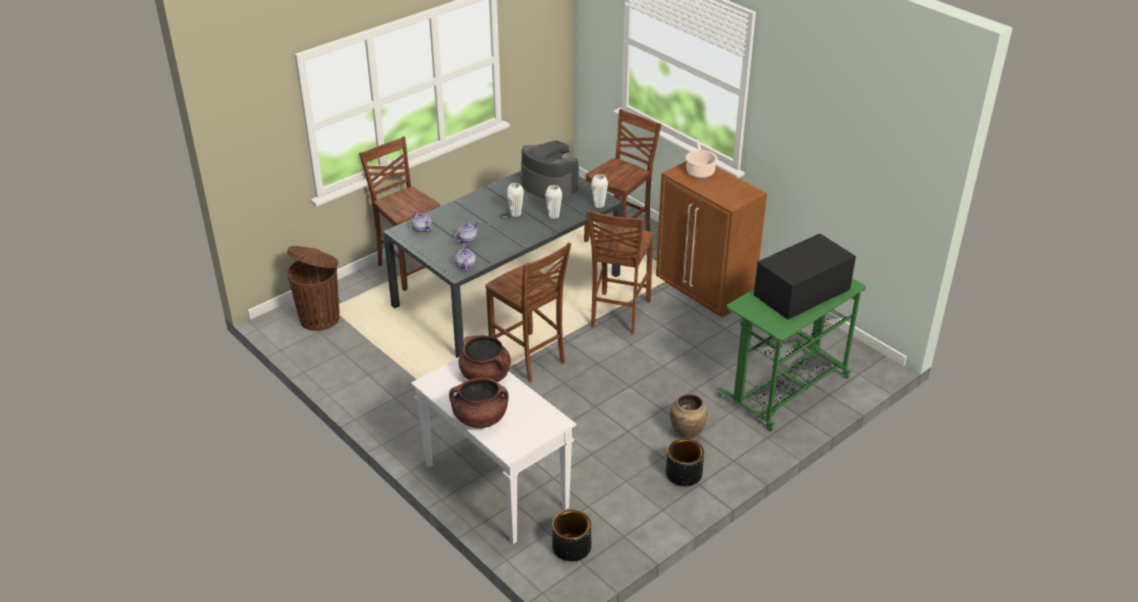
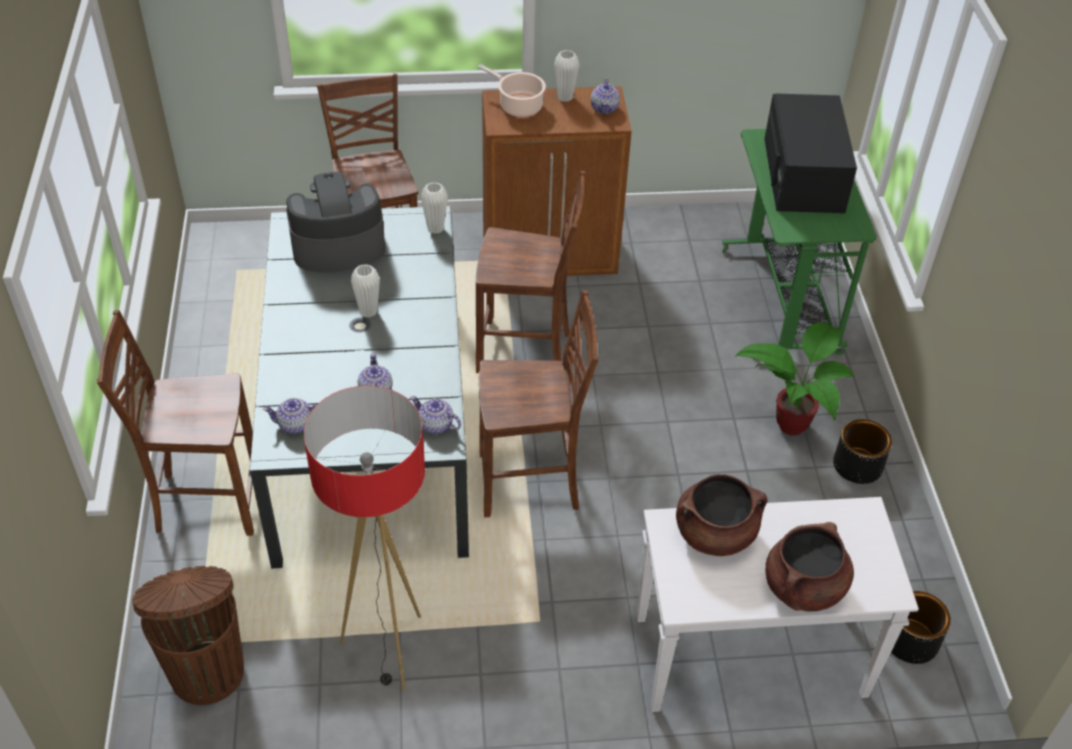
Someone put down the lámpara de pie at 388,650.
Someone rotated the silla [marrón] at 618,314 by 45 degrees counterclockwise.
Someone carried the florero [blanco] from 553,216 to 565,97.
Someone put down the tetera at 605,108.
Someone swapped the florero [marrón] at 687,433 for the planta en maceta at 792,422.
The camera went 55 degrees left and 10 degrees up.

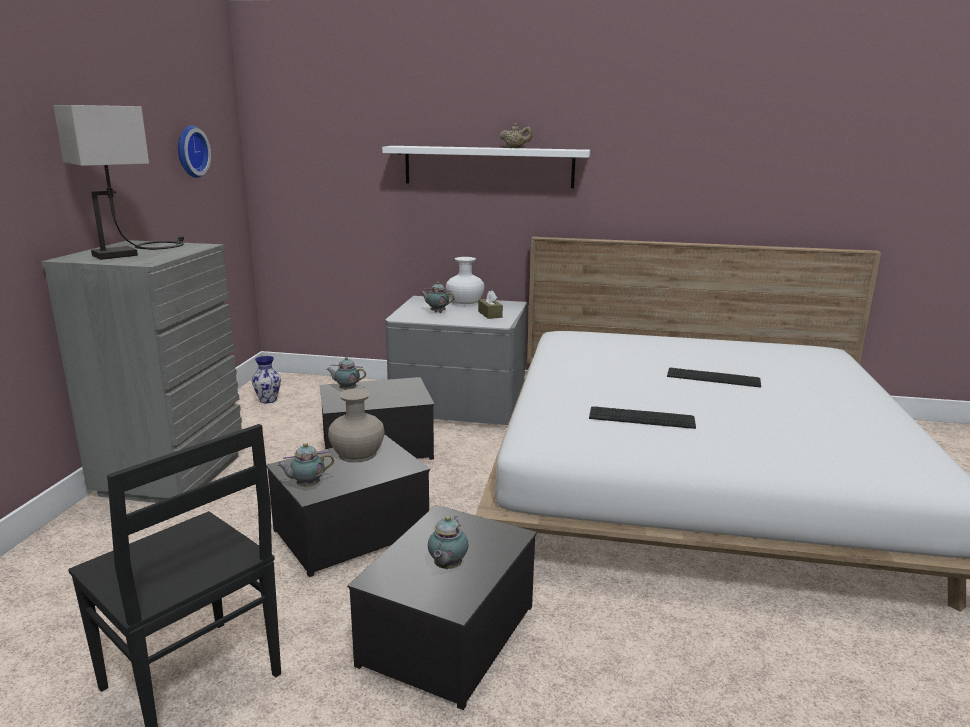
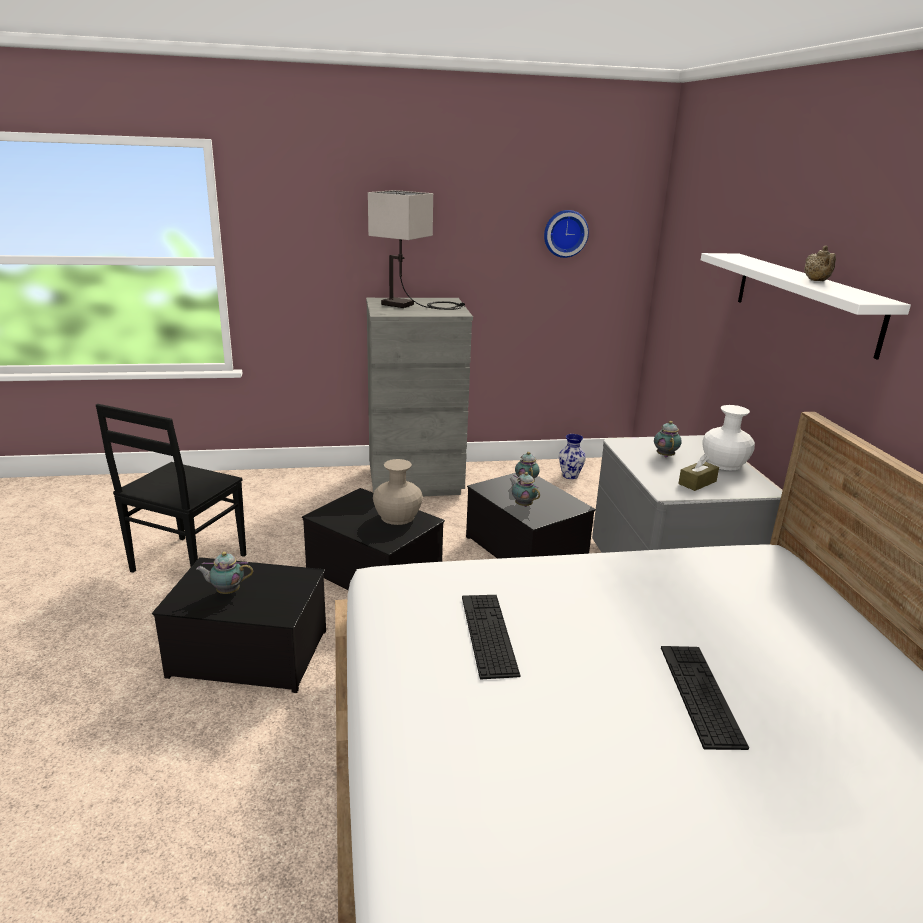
Someone carried the tetera from 306,486 to 522,505.
The camera went 70 degrees right and 5 degrees up.

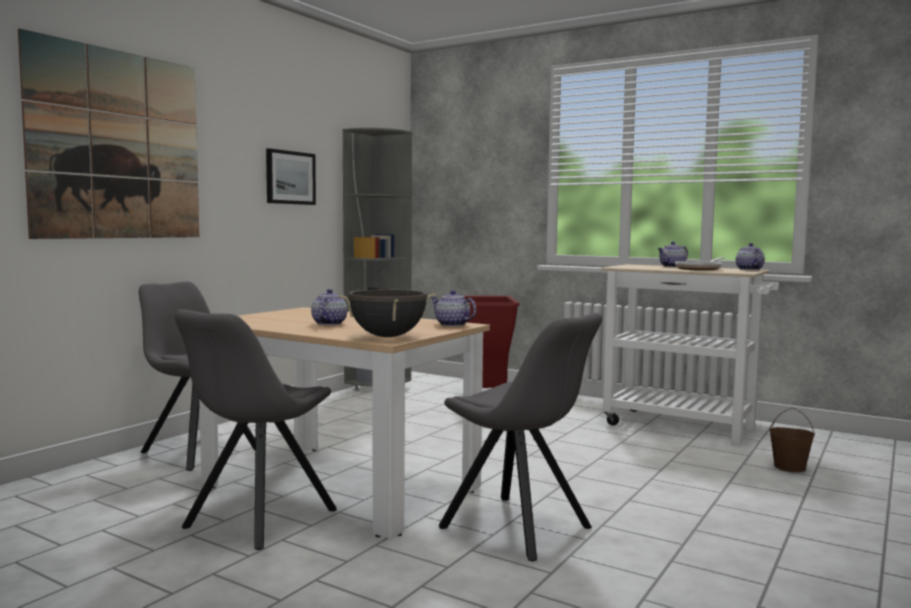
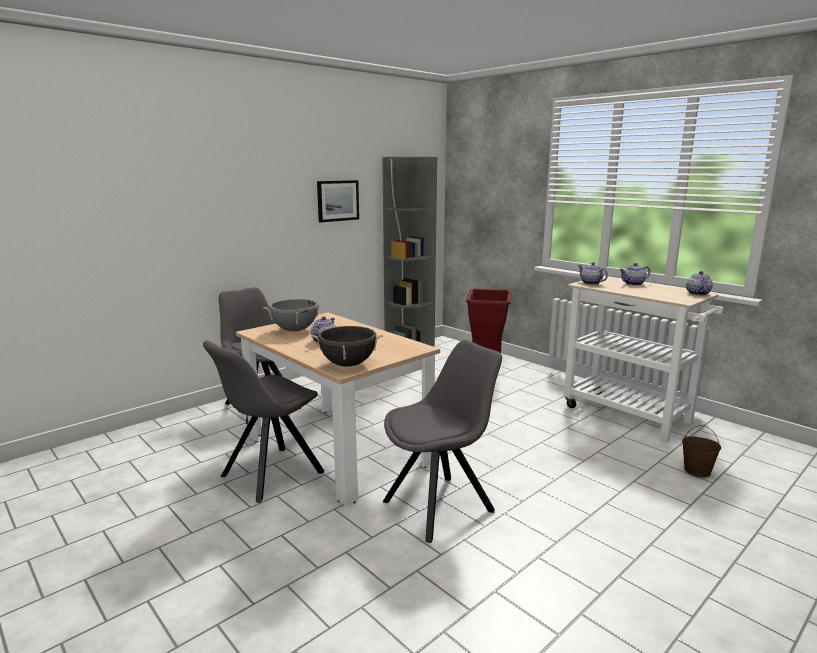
Someone put down the olla [gris] at 295,330.
Someone rotated the silla [gris] at 517,527 by 90 degrees counterclockwise.
Someone carried the tetera from 451,324 to 590,283.
Someone took away the cuadro at 117,145.
Someone took away the sartén at 700,269.
The camera went 15 degrees right and 10 degrees up.

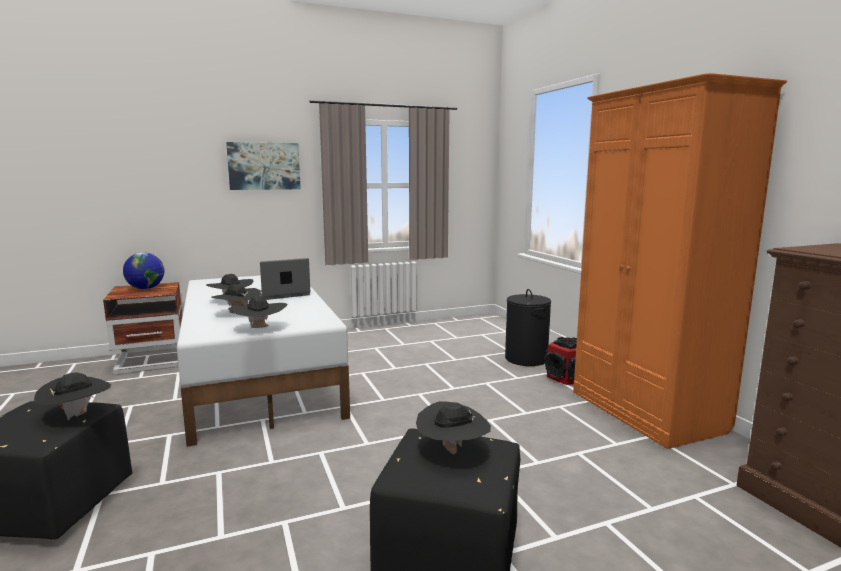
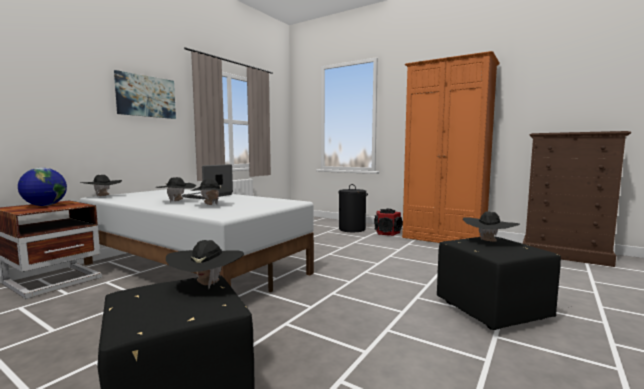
Someone carried the sombrero [negro] from 259,329 to 102,196.
The camera went 35 degrees left and 5 degrees down.

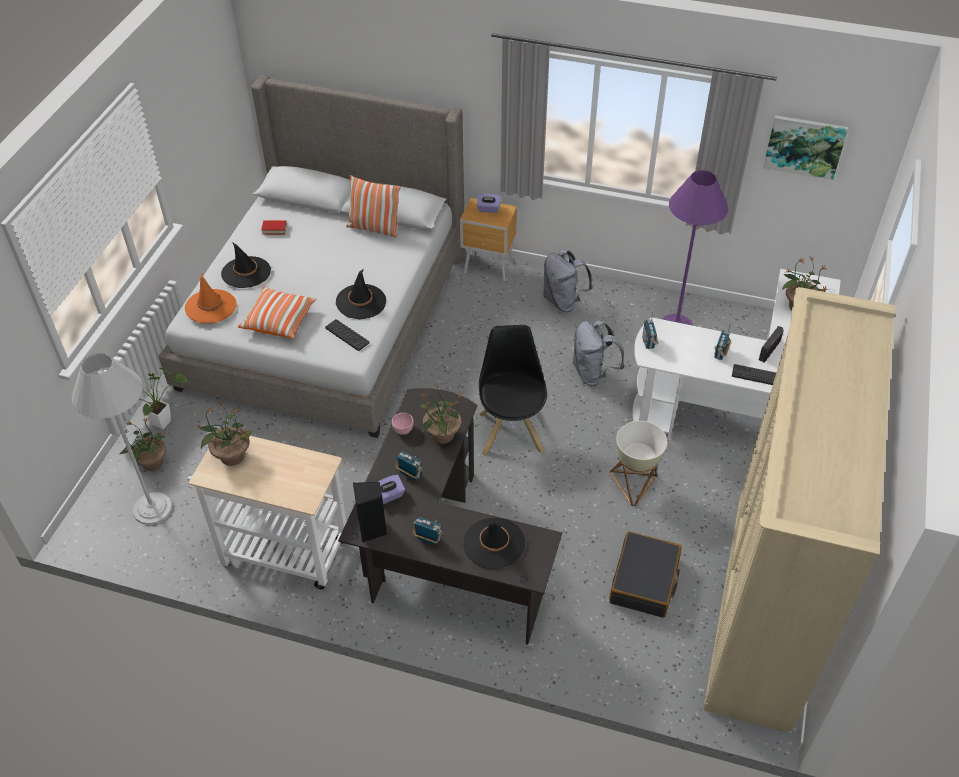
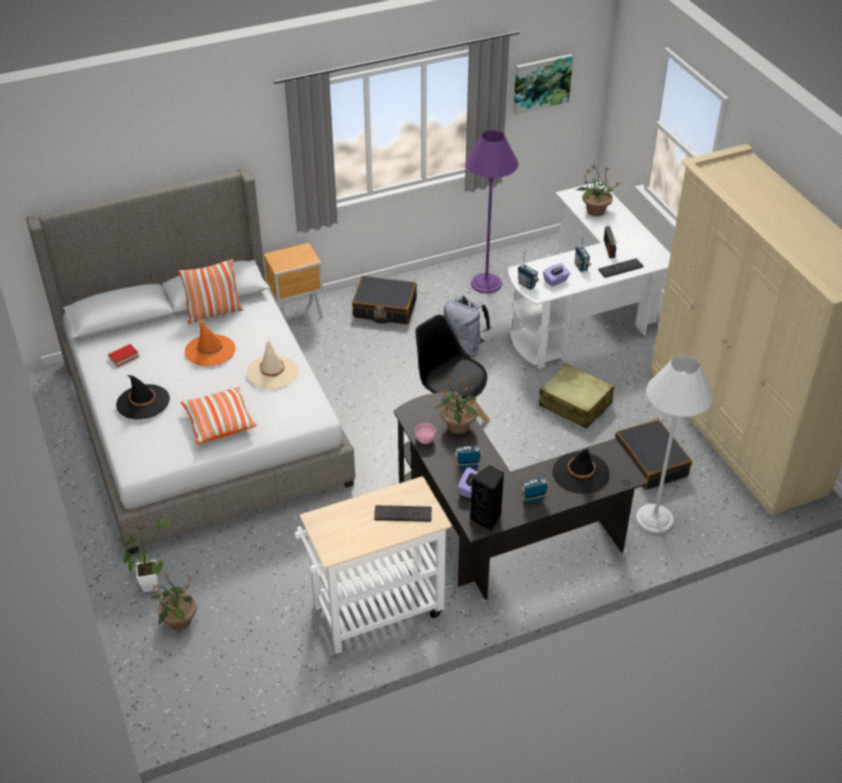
Someone carried the sombrero [naranja] from 211,306 to 210,350.
Someone repainted the sombrero [negro] at 361,302, which became the sombrero [beis] at 272,372.
Someone swapped the mochila [gris] at 563,301 for the maleta [negro] at 384,308.
Someone carried the teclado from 347,335 to 403,514.
Someone swapped the maceta at 634,484 for the maleta [beis] at 575,404.
Someone carried the caja de pañuelos [morado] from 488,209 to 555,281.
Someone carried the lámpara de pie [blanco] from 152,509 to 654,519.
Someone took away the planta en maceta at 231,455.
The camera went 40 degrees left and 5 degrees down.

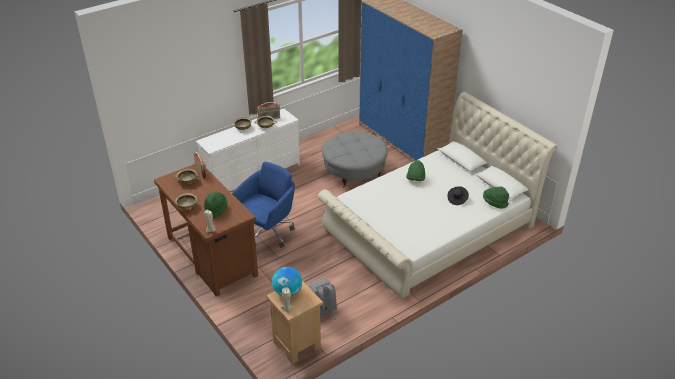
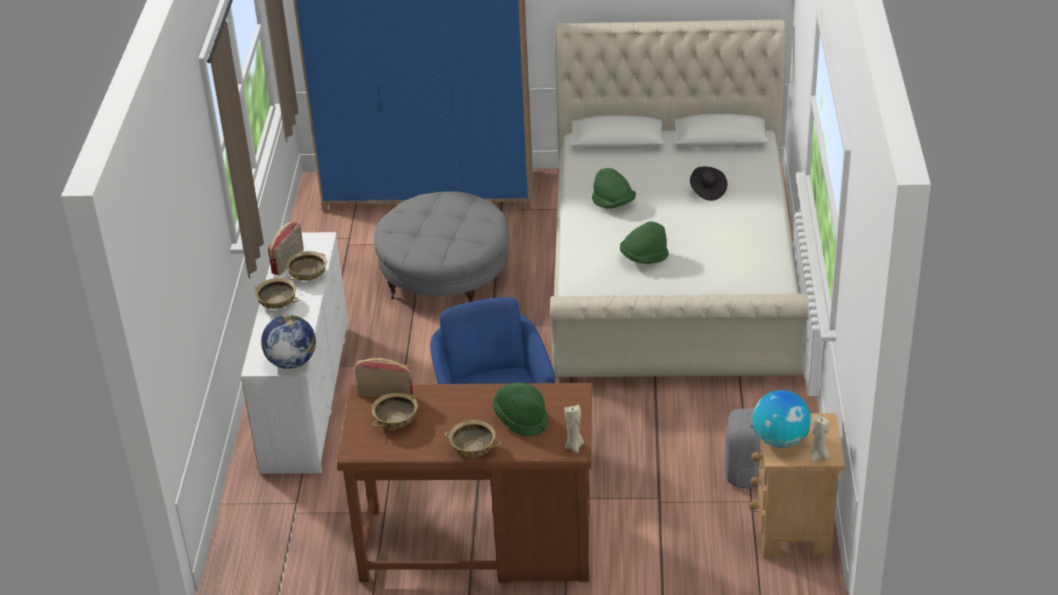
Someone put down the globo terráqueo at 291,362.
Someone carried the sombrero [verde] from 494,202 to 644,257.
The camera went 50 degrees left and 0 degrees up.

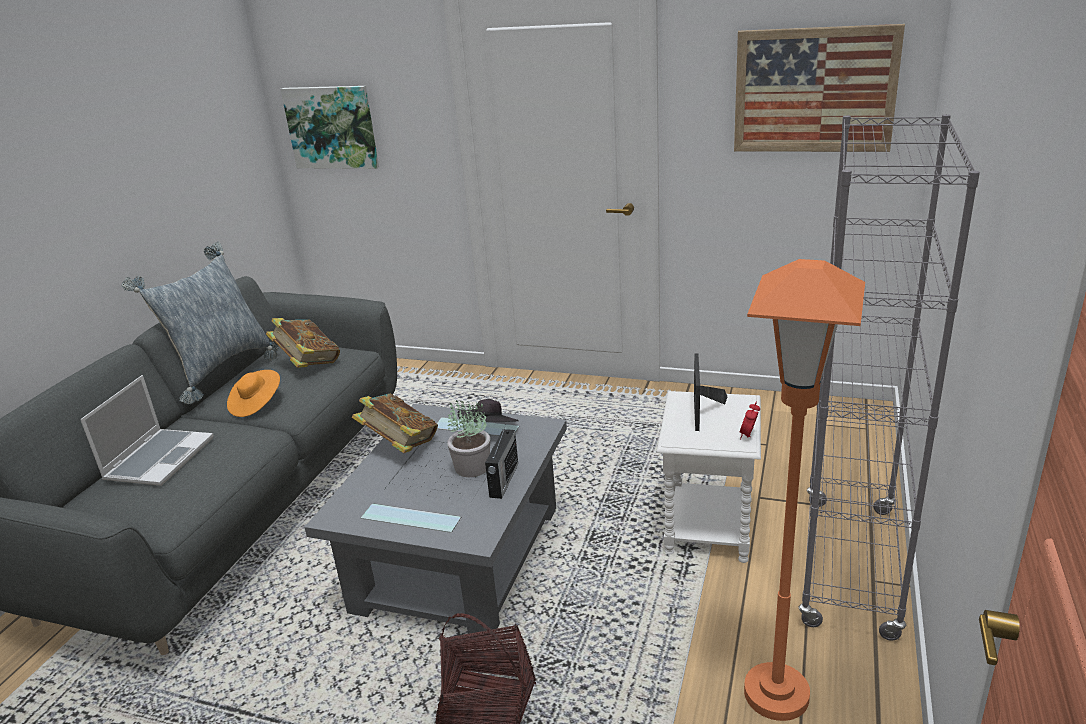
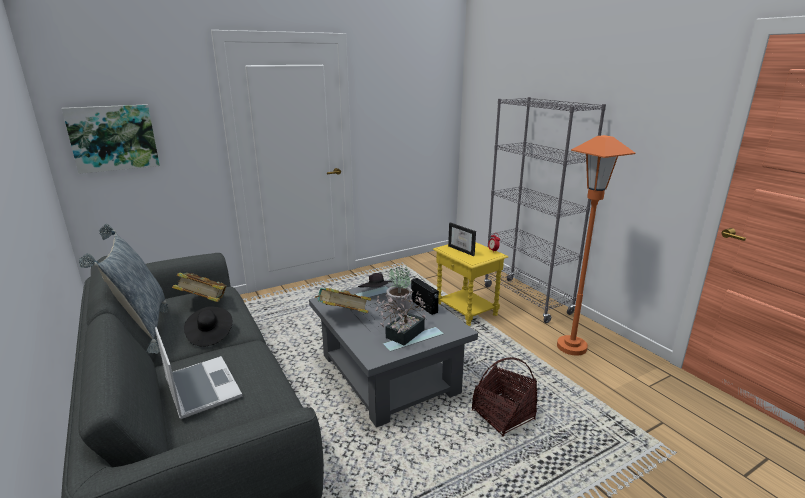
Someone repainted the sombrero [naranja] at 256,404, which became the sombrero [negro] at 209,335.
Someone put down the planta en maceta at 401,335.
Someone repainted the mesa auxiliar [blanco] at 710,527, which became the mesa auxiliar [amarillo] at 467,310.
Someone took away the cuadro at 814,90.
The camera went 50 degrees left and 5 degrees down.

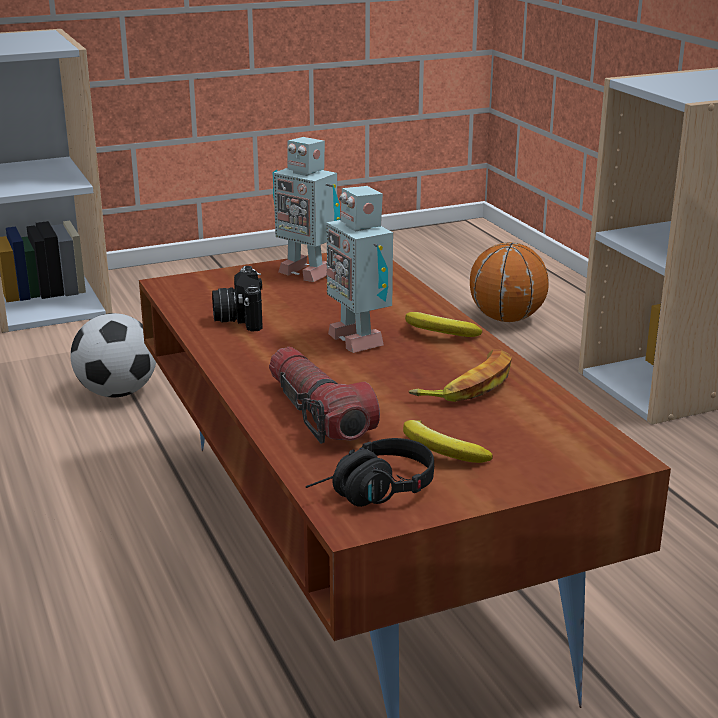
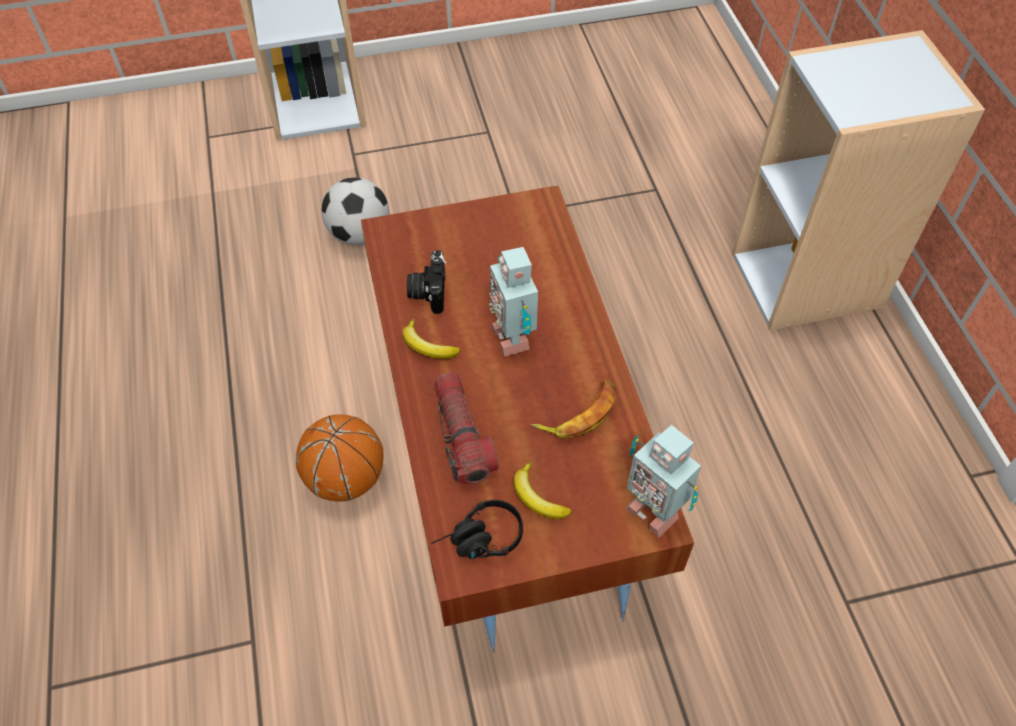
Someone carried the balón de baloncesto from 506,319 to 346,478.
Someone carried the plátano from 439,333 to 427,346.
Someone carried the robot de juguete from 306,272 to 653,509.
The camera went 10 degrees right and 30 degrees up.

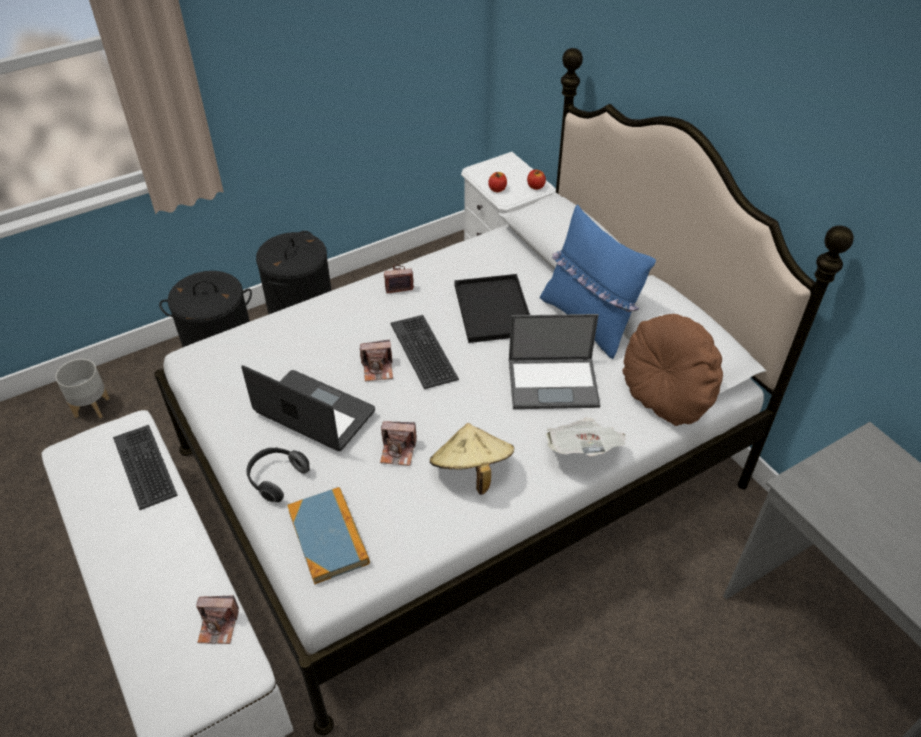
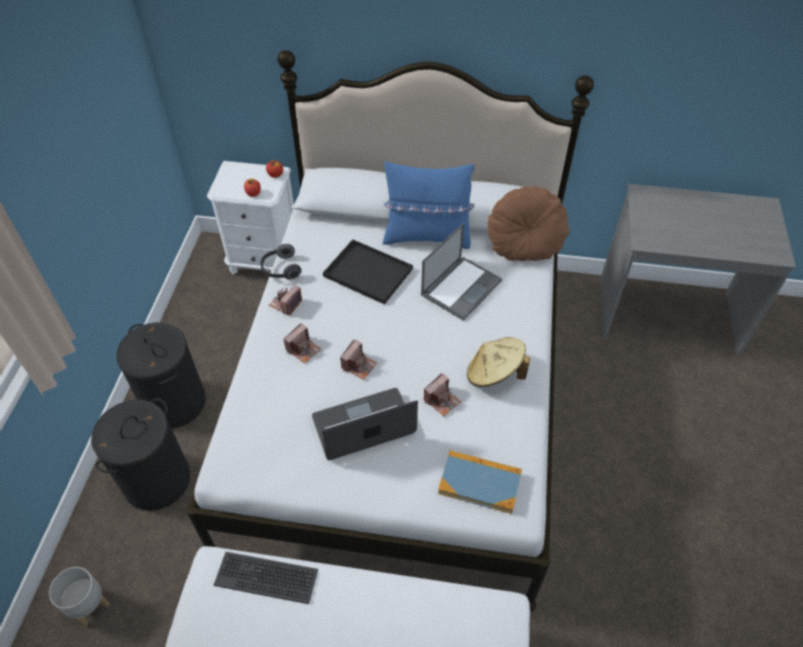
Someone carried the auriculares from 276,478 to 280,269.
Someone carried the cámara from 218,626 to 303,349.
Someone took away the teclado at 424,351.
Someone took away the periódico at 582,450.
The camera went 50 degrees left and 5 degrees up.

